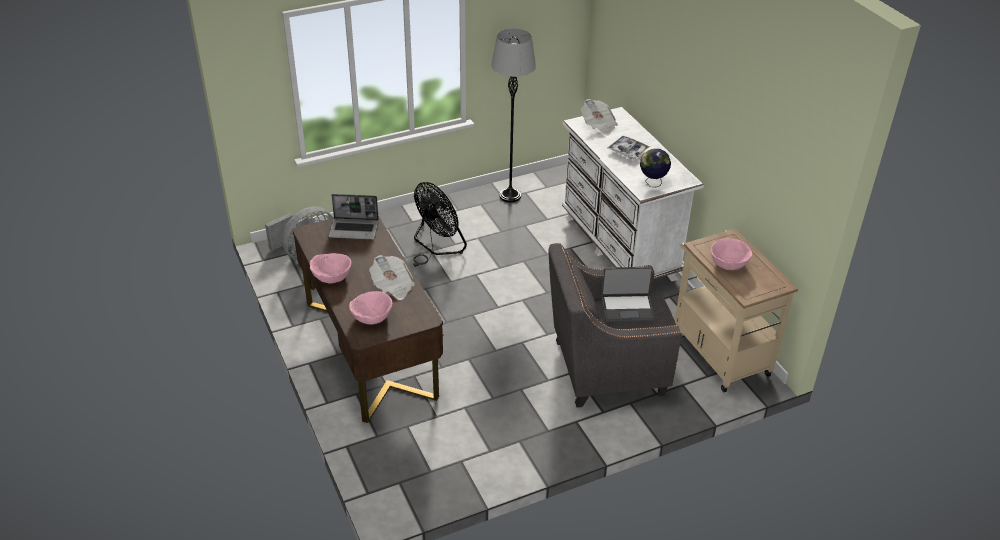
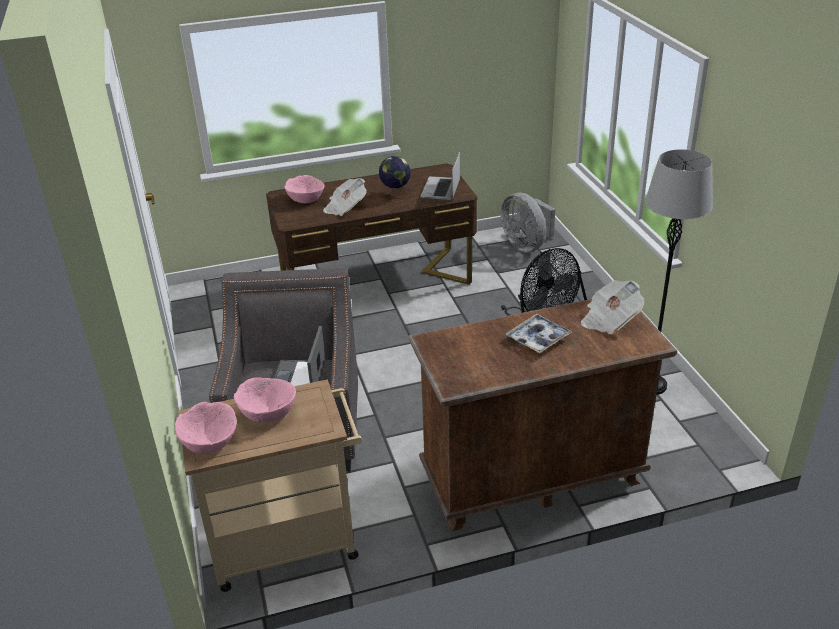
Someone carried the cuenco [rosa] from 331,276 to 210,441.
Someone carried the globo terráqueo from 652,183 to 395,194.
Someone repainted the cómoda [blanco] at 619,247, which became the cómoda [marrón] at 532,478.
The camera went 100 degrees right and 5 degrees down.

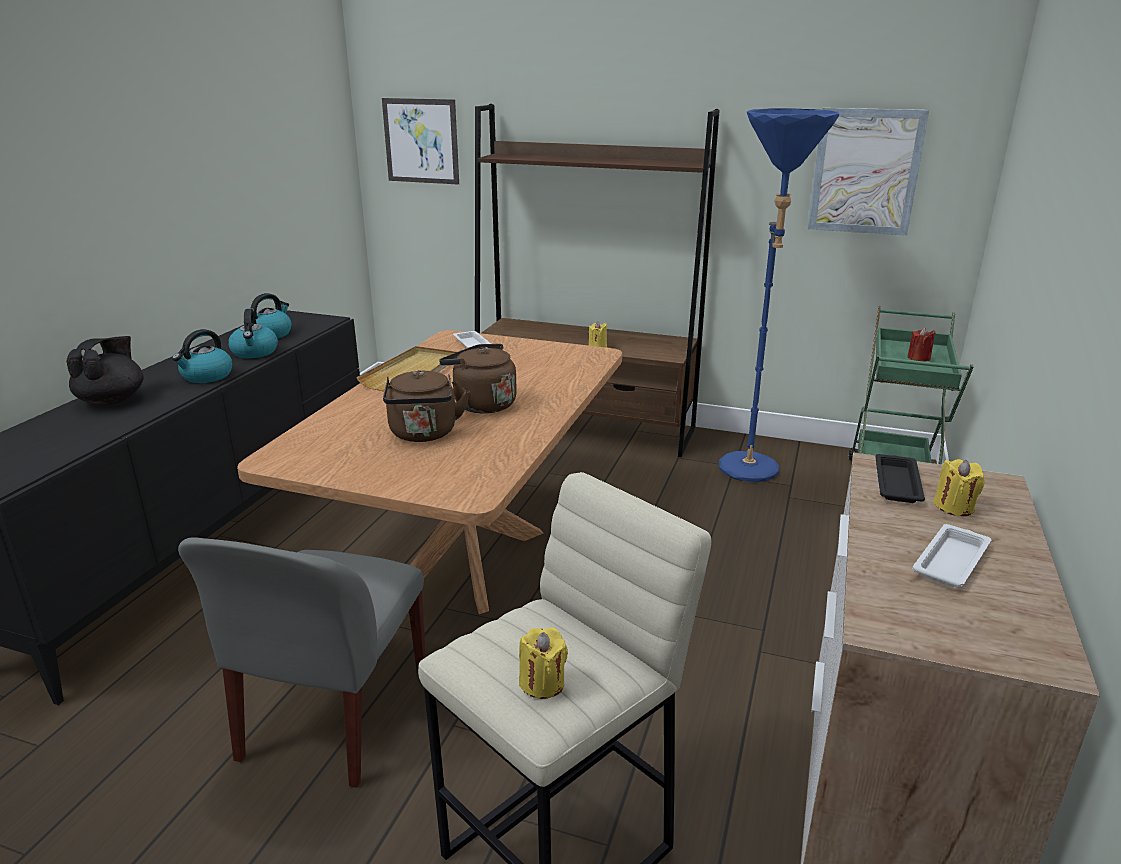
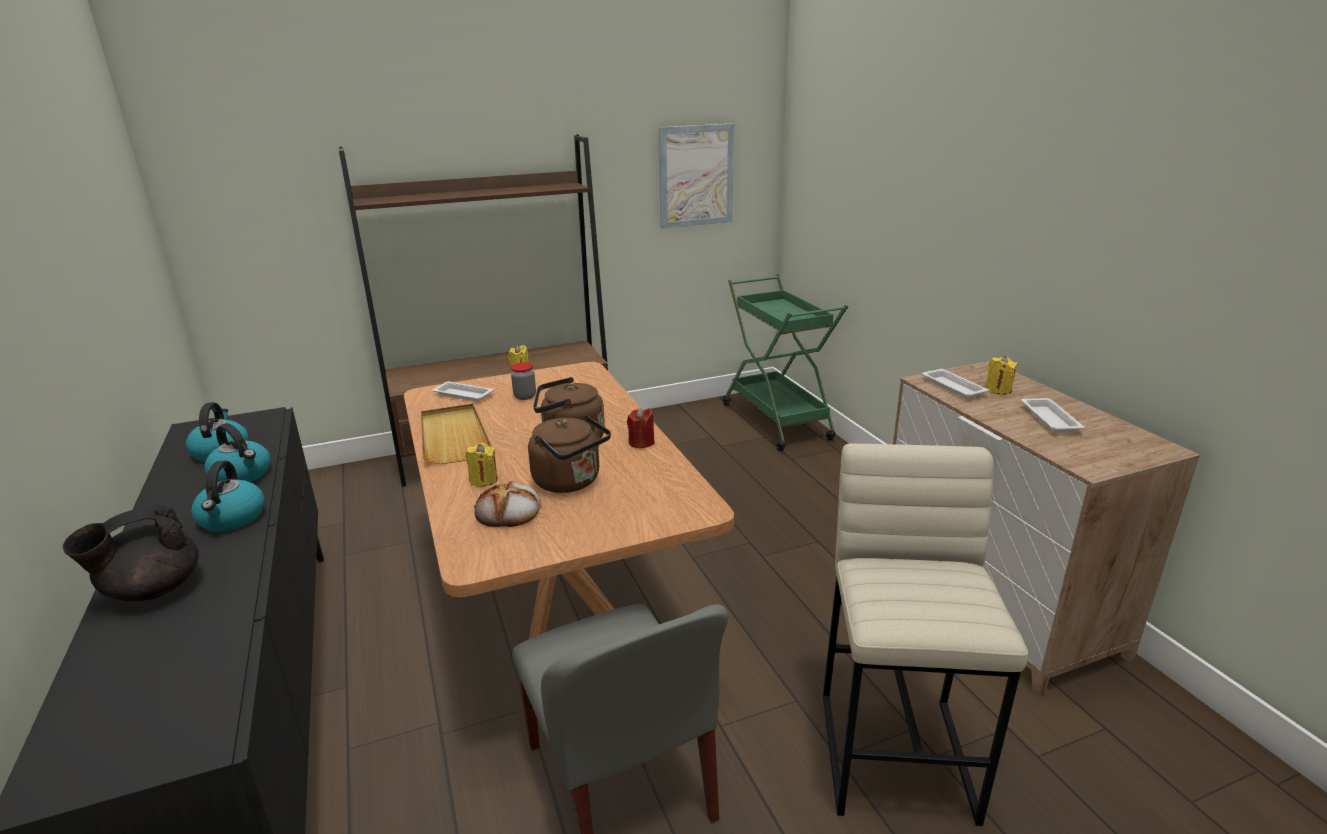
Someone rotated the tetera [negro] at 113,400 by 105 degrees counterclockwise.
Someone carried the vela [amarillo] from 542,683 to 483,480.
Someone put down the pan at 509,511.
Someone put down the tarro at 525,396.
Someone carried the vela [rojo] from 918,358 to 641,443.
Someone repainted the bandeja [negro] at 897,483, which became the bandeja [blanco] at 952,387.
Someone took away the cuadro at 421,141.
Someone took away the lámpara de pie [azul] at 751,475.
The camera went 40 degrees left and 0 degrees up.

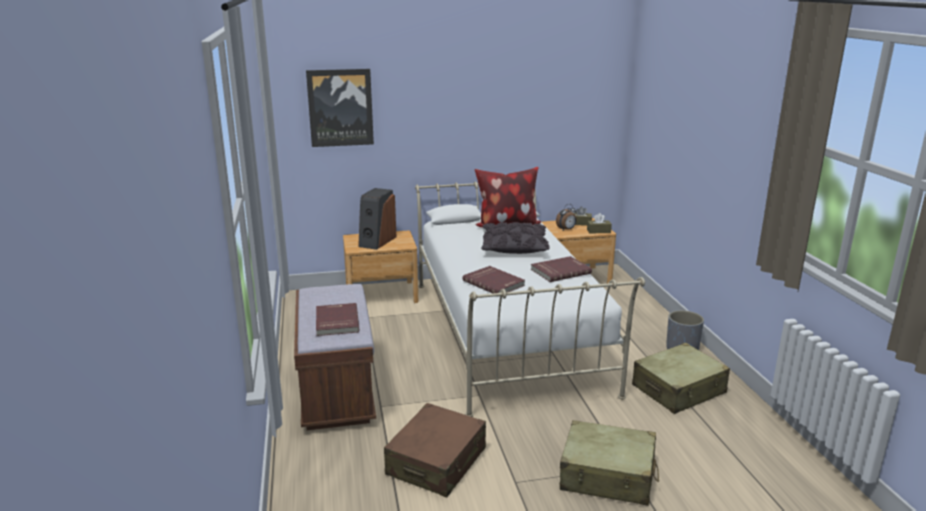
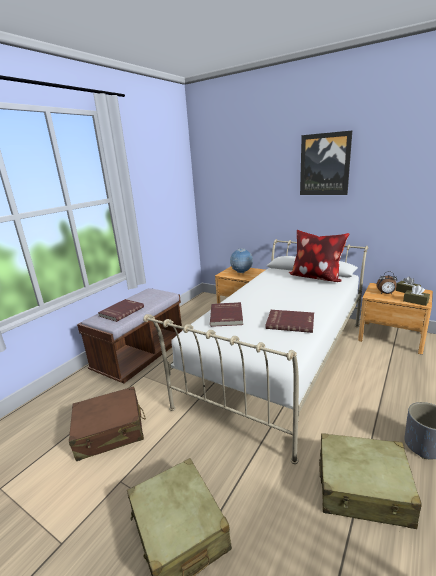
Someone swapped the altavoz at 377,241 for the globo terráqueo at 241,272.
Someone carried the cuadro from 340,107 to 324,164.
Someone took away the cojín [negro] at 514,247.
The camera went 45 degrees right and 0 degrees up.

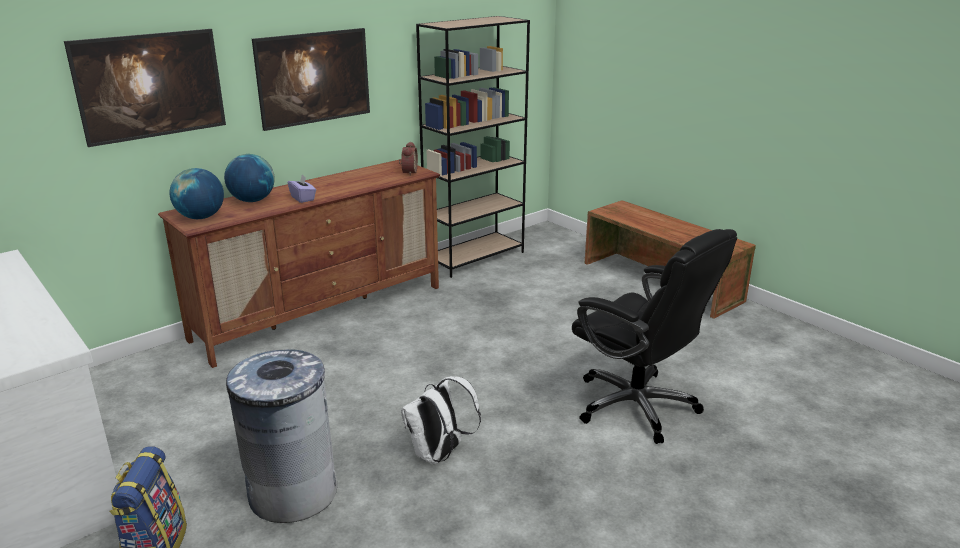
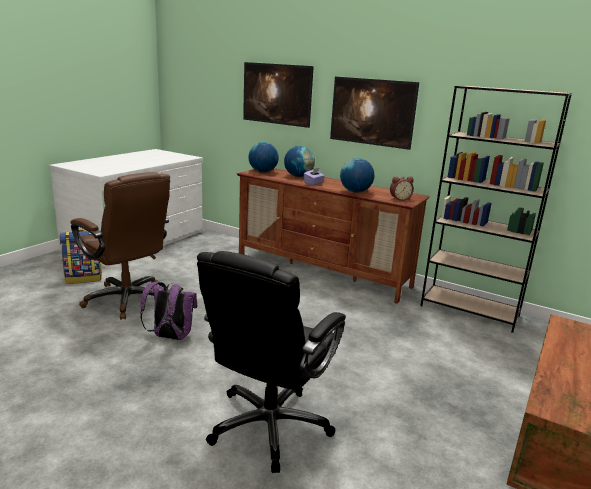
Someone swapped the papelera [gris] at 292,492 for the silla de oficina [marrón] at 127,299.
Someone repainted the mochila [blanco] at 439,455, which became the mochila [morado] at 170,337.
Someone put down the globo terráqueo at 355,192.
The camera went 70 degrees right and 5 degrees down.

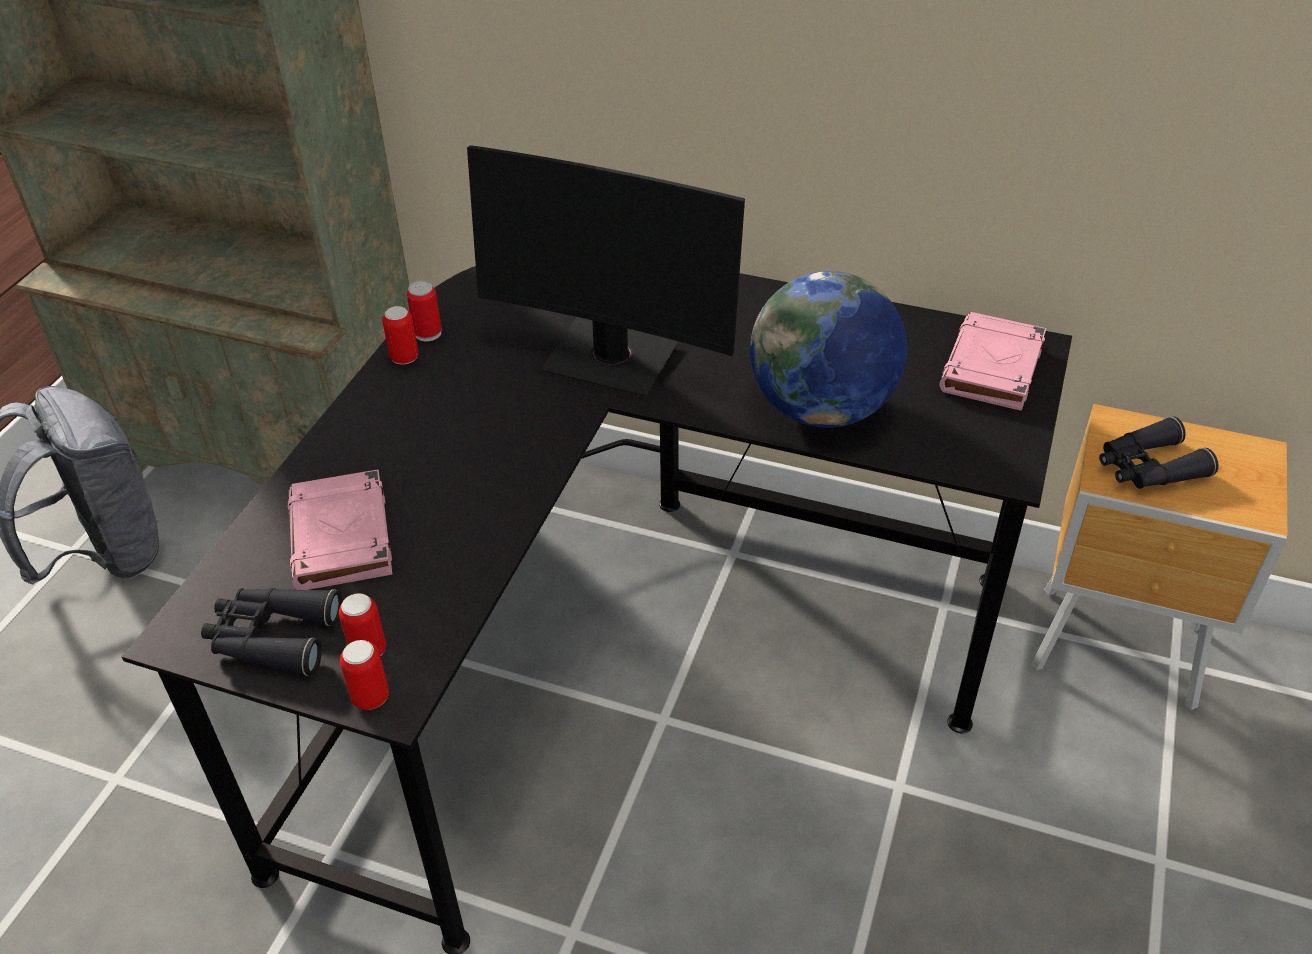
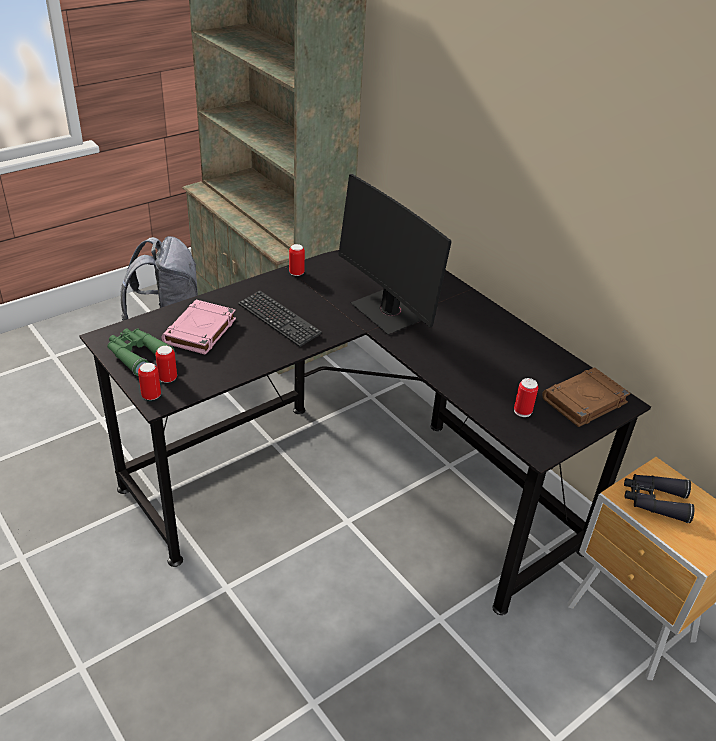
Someone repainted the prismáticos [negro] at 272,637, which became the prismáticos [verde] at 137,355.
Someone put down the teclado at 279,320.
Someone carried the lata from 428,333 to 522,411.
Someone repainted the libro [rosa] at 992,369, which became the libro [marrón] at 584,401.
Someone took away the globo terráqueo at 822,409.
The camera went 30 degrees right and 5 degrees down.

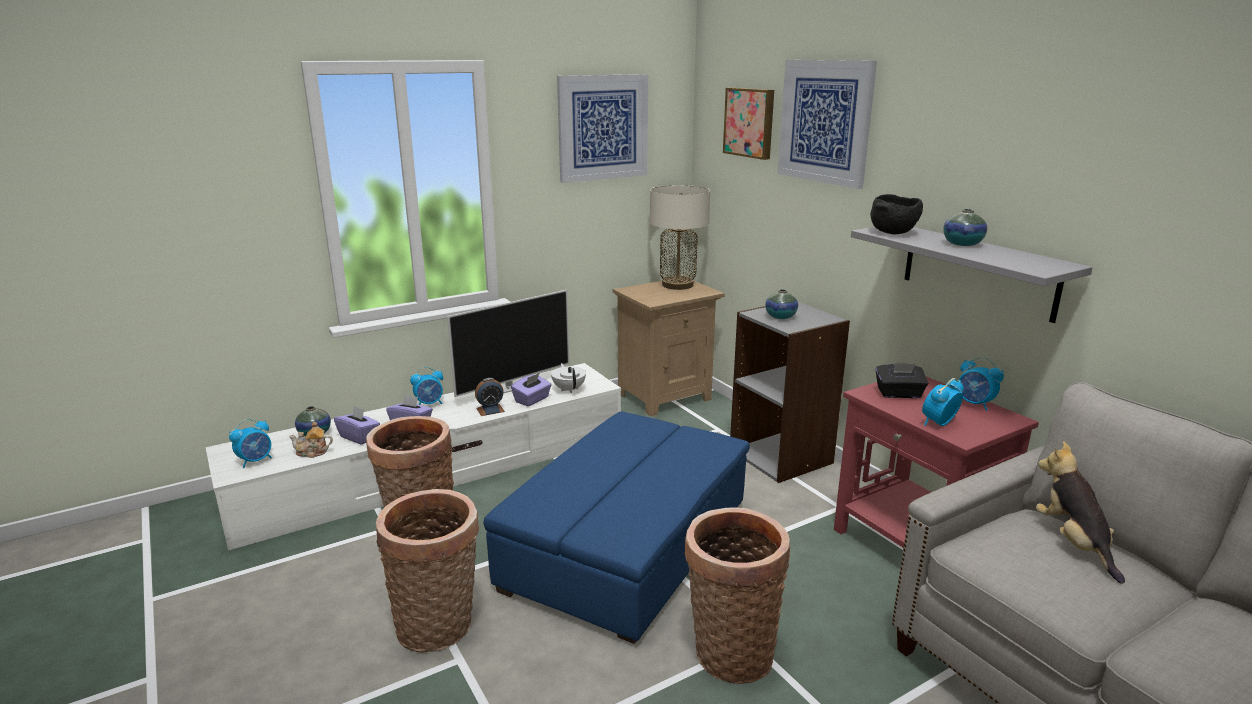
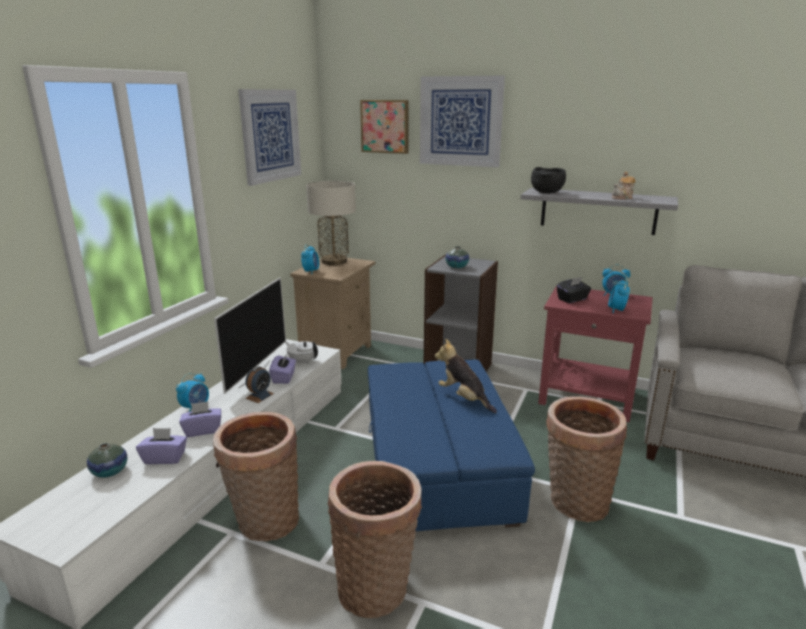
Someone carried the despertador from 256,461 to 311,271.
Someone carried the peluche from 1073,543 to 463,398.
Someone carried the tetera from 312,452 to 622,198.
Someone took away the florero at 962,244.
The camera went 35 degrees left and 0 degrees up.

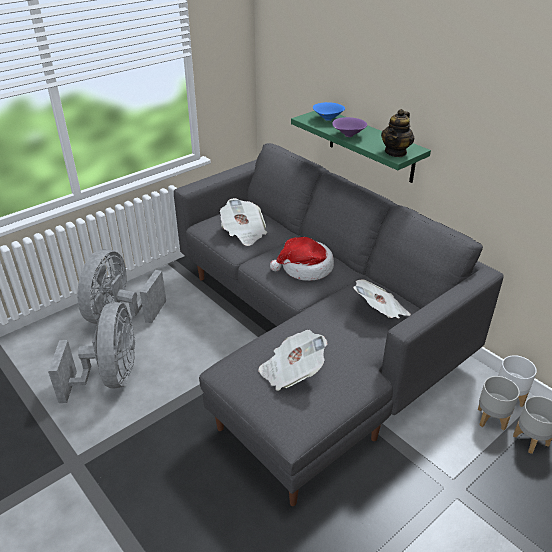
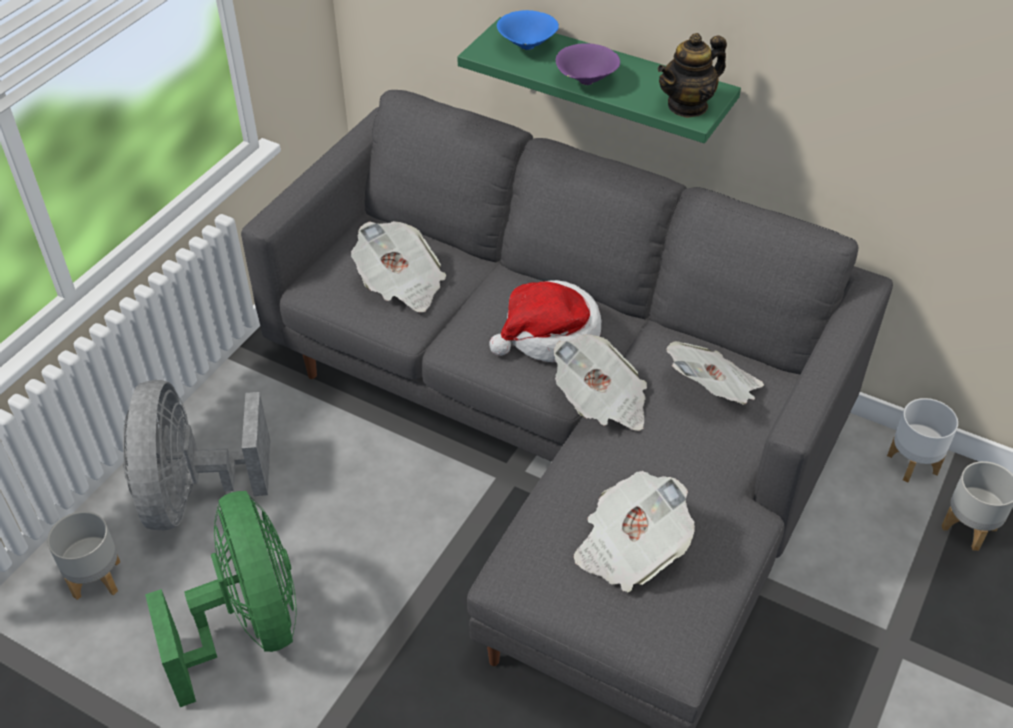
Someone carried the maceta [gris] from 492,419 to 98,579.
Someone repainted the ventilador [gris] at 110,377, which became the ventilador [verde] at 248,626.
Someone put down the periódico at 601,402.
Someone rotated the tetera at 396,152 by 45 degrees clockwise.
The camera went 20 degrees left and 10 degrees up.

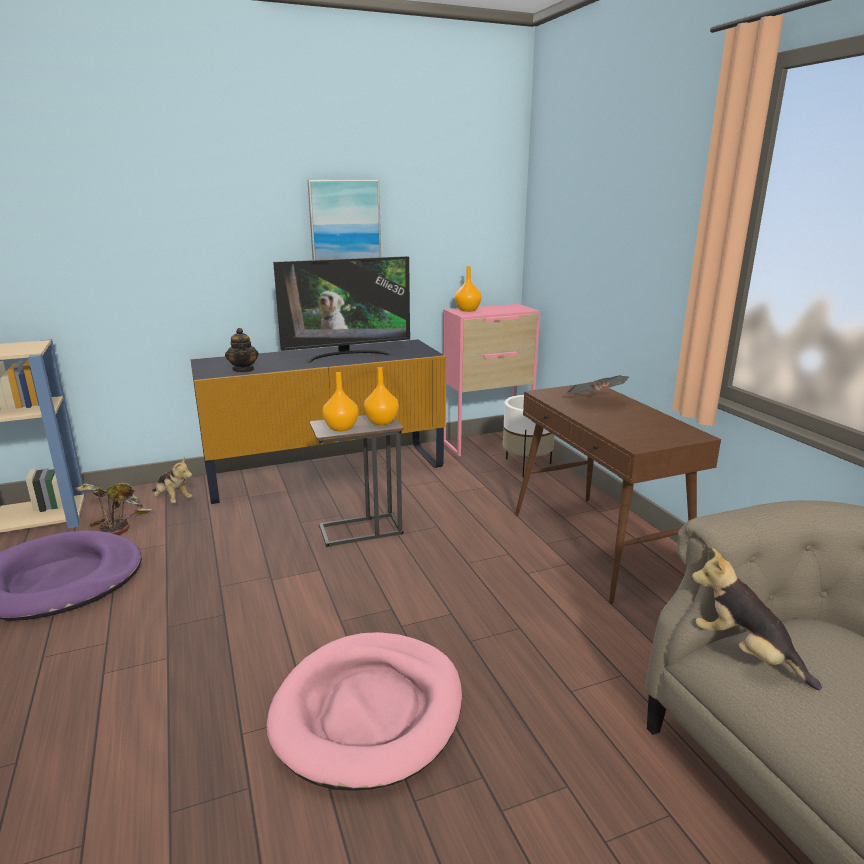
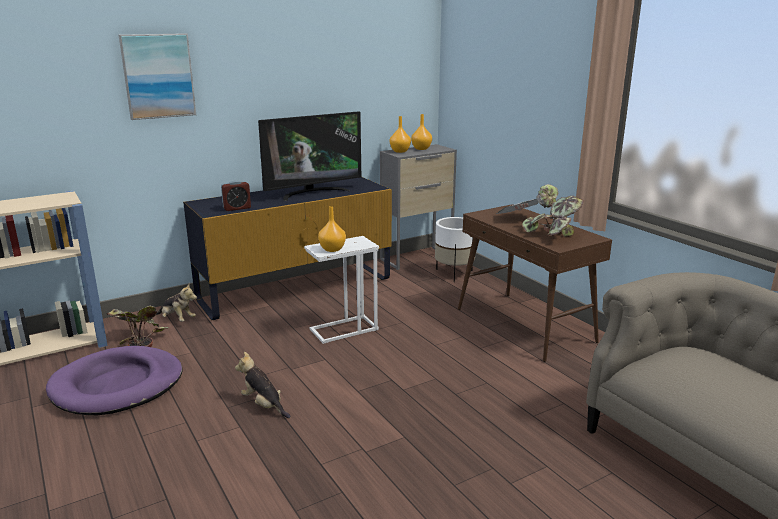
Someone carried the cuadro from 345,226 to 158,76.
Someone swapped the tetera at 244,370 for the despertador at 237,208.
Someone carried the peluche from 745,653 to 264,405.
Someone repainted the mesa auxiliar [marrón] at 361,530, which became the mesa auxiliar [blanco] at 344,329.
Someone repainted the armario [rosa] at 488,443, which became the armario [gris] at 418,258.
Someone carried the florero [naranja] from 382,422 to 421,148.
Someone put down the planta en maceta at 552,235.
Someone took away the cama para perro [rosa] at 369,711.
The camera went 10 degrees left and 0 degrees up.

